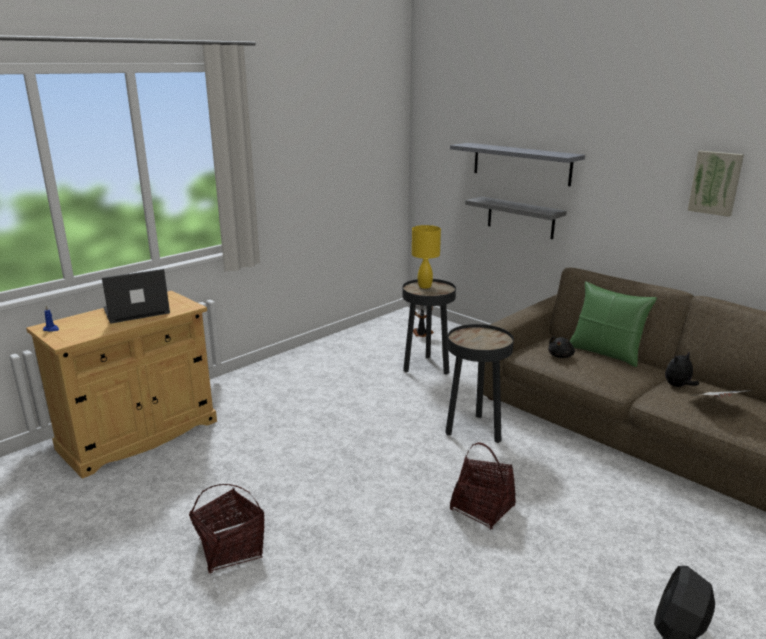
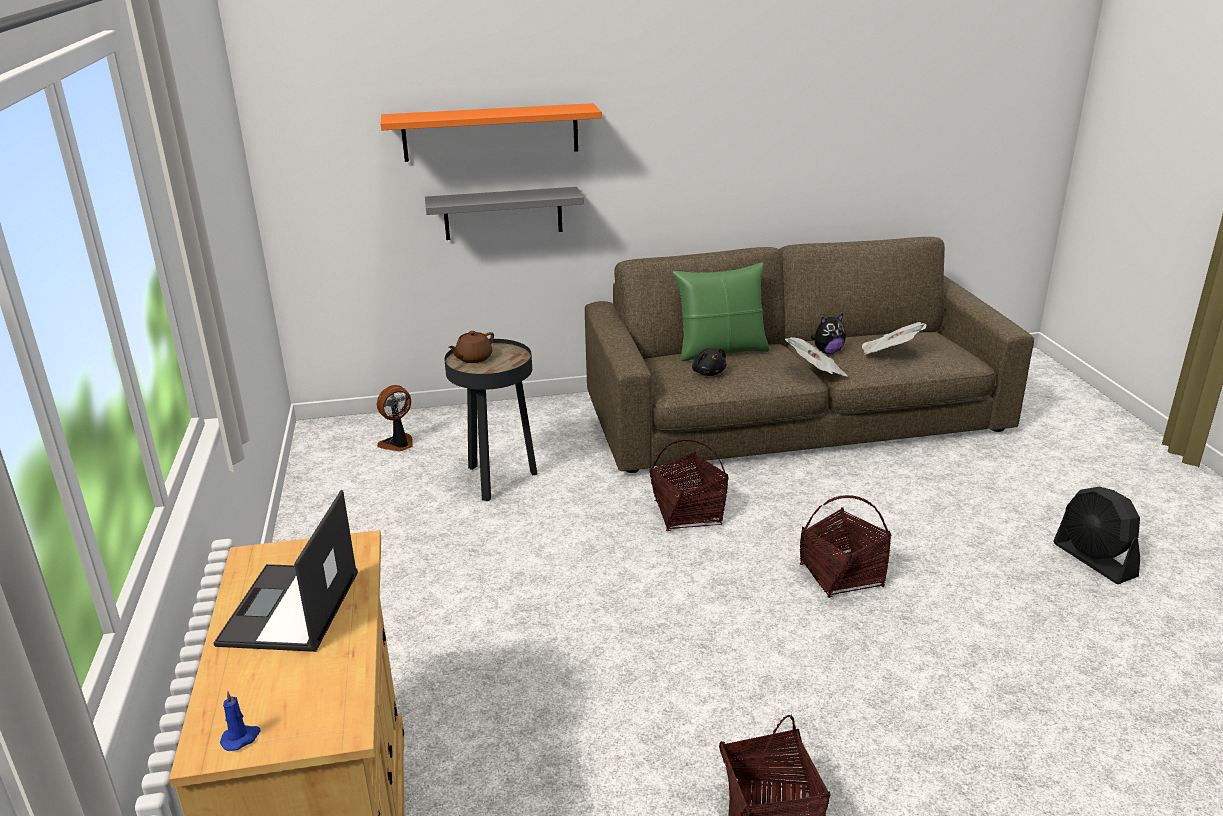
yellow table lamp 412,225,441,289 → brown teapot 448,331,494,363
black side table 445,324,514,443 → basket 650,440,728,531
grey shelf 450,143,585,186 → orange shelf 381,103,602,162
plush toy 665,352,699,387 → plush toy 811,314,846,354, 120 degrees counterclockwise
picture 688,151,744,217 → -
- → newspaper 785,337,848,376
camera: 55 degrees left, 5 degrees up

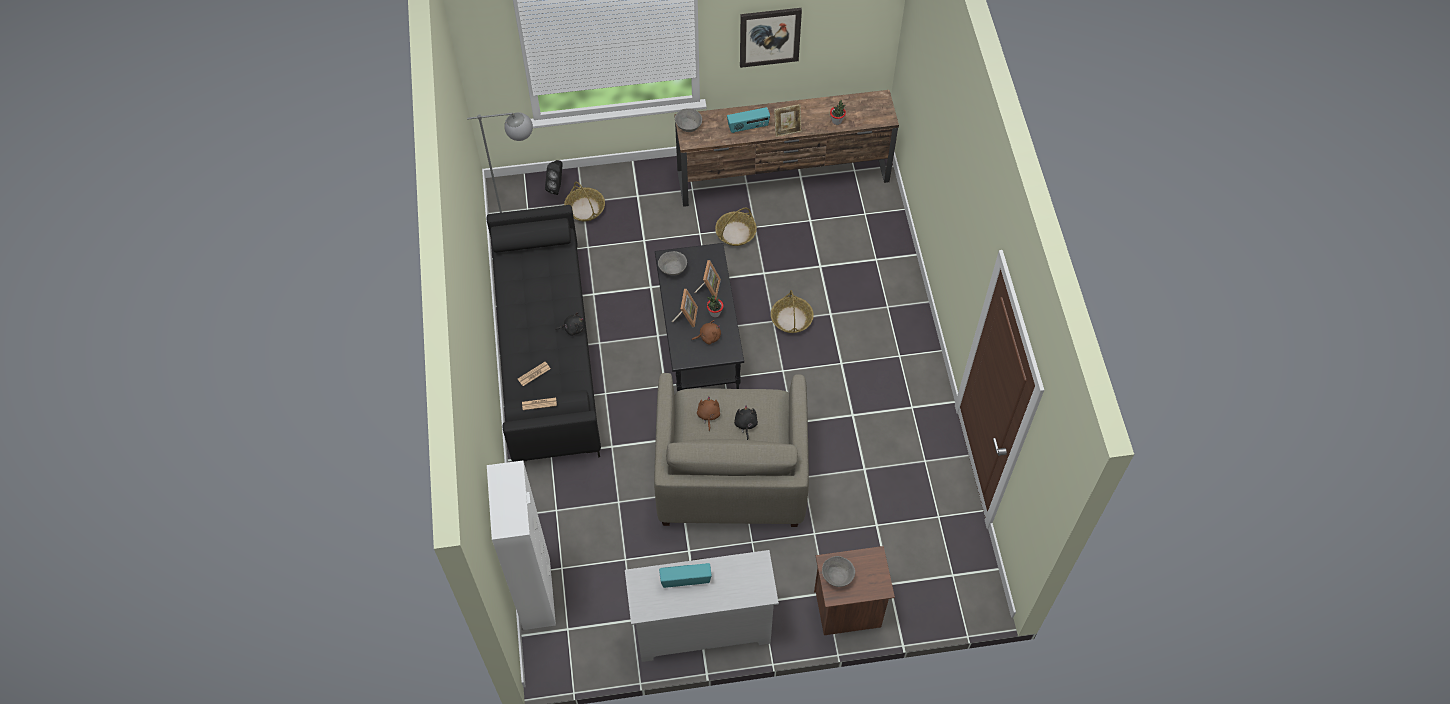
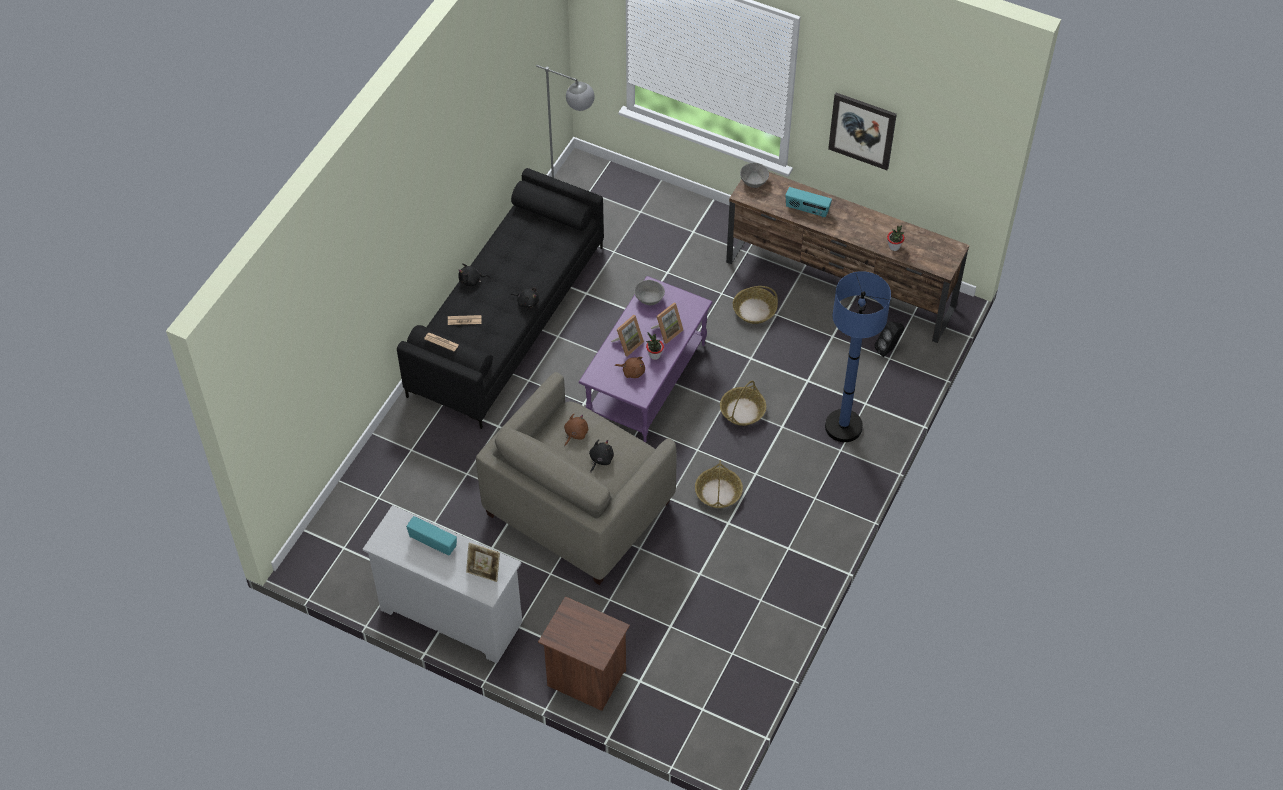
white cabinet 487,461,556,630 → -
black speaker 545,160,563,195 → black speaker 874,322,904,357, move
basket 564,182,605,222 → basket 695,460,743,508, move
black coffee table 655,243,744,391 → purple coffee table 579,276,713,442
picture frame 774,104,801,137 → picture frame 466,543,500,582, move
grey bowl 822,556,855,587 → -
- → black plush toy 458,263,489,286
- → blue floor lamp 825,271,891,442
camera: 35 degrees right, 5 degrees down

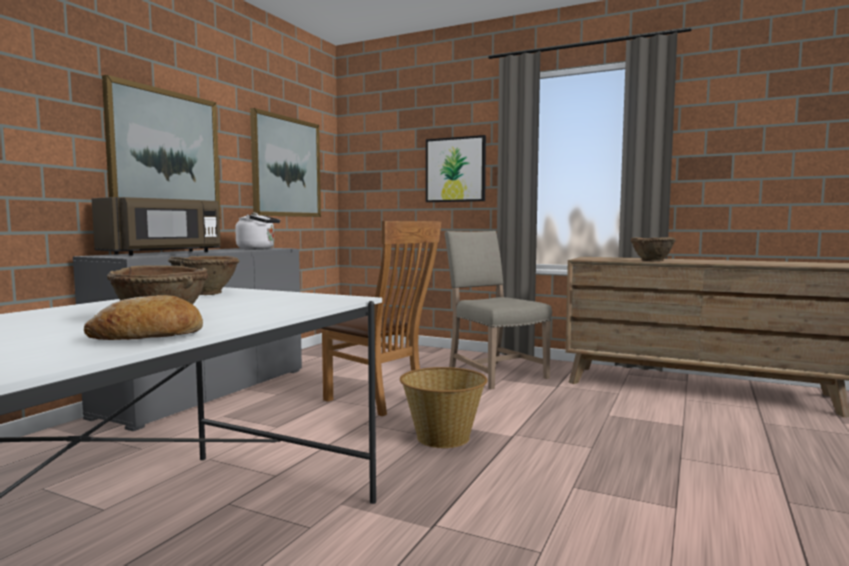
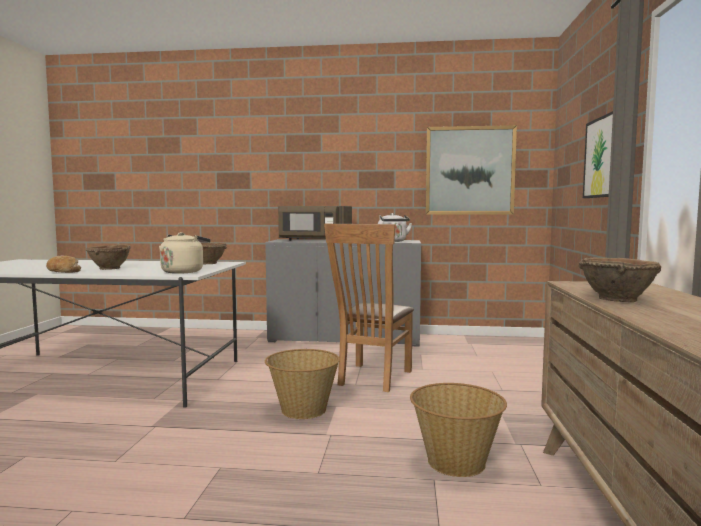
picture 102,75,221,219 → -
beige chair 444,231,552,390 → -
- → beige kettle 159,232,211,274
- → basket 410,383,507,477
camera: 70 degrees right, 0 degrees up

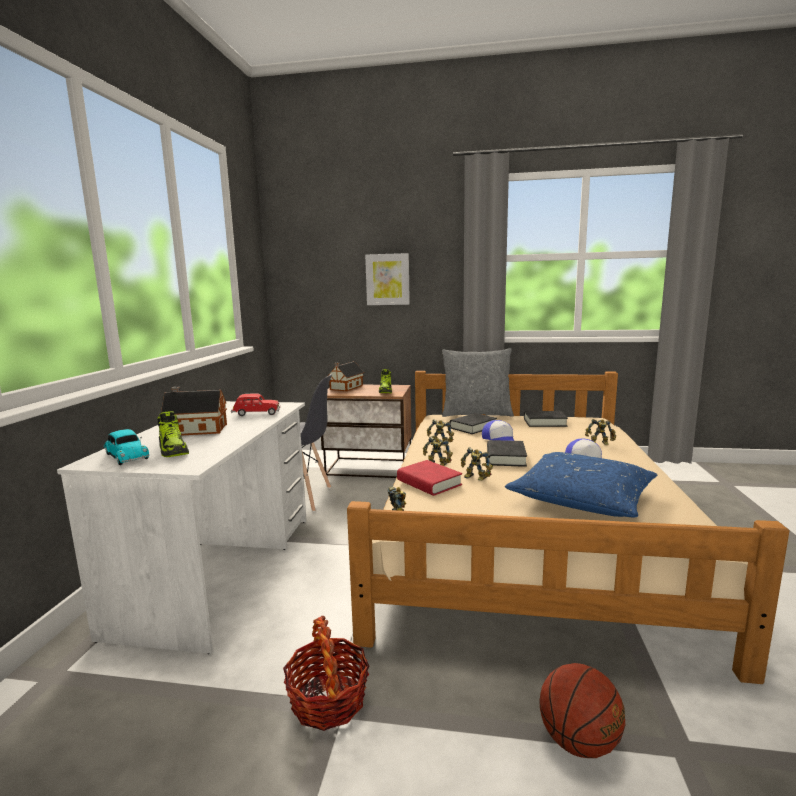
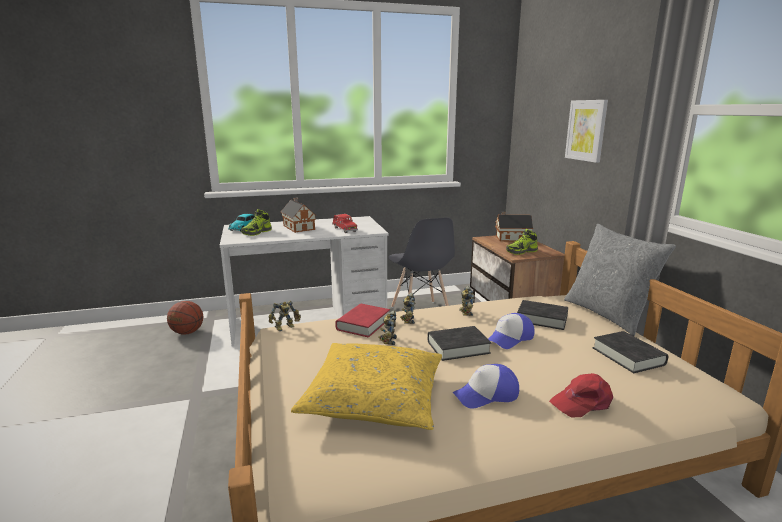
basket 283,616,370,731 → -
blue pillow 505,452,657,518 → yellow pillow 291,343,442,430
basketball 539,663,625,758 → basketball 167,301,203,334, move
toy robot 585,419,616,445 → red cap 549,373,613,418
camera: 65 degrees right, 5 degrees up

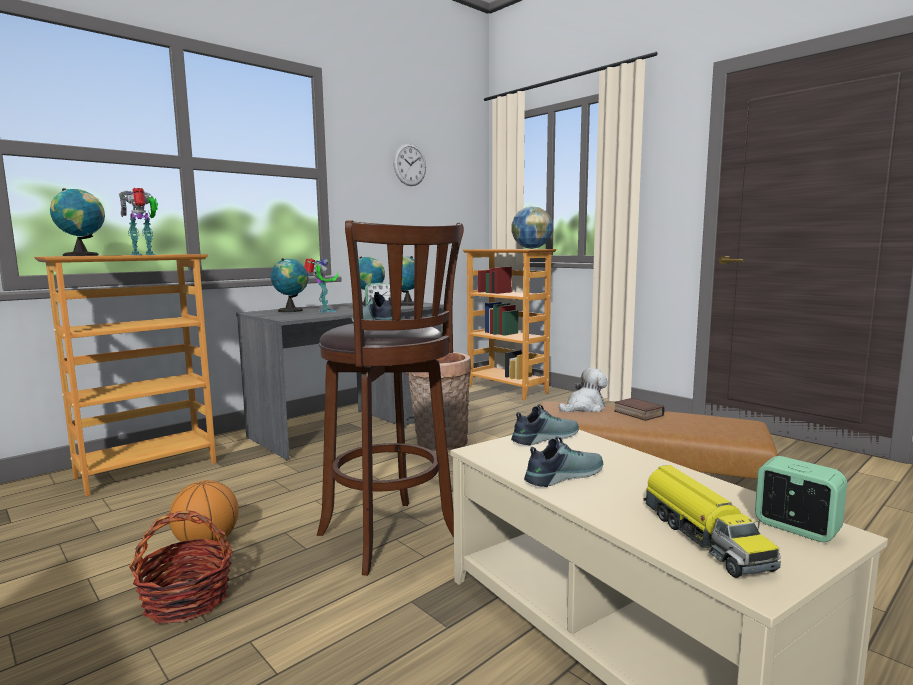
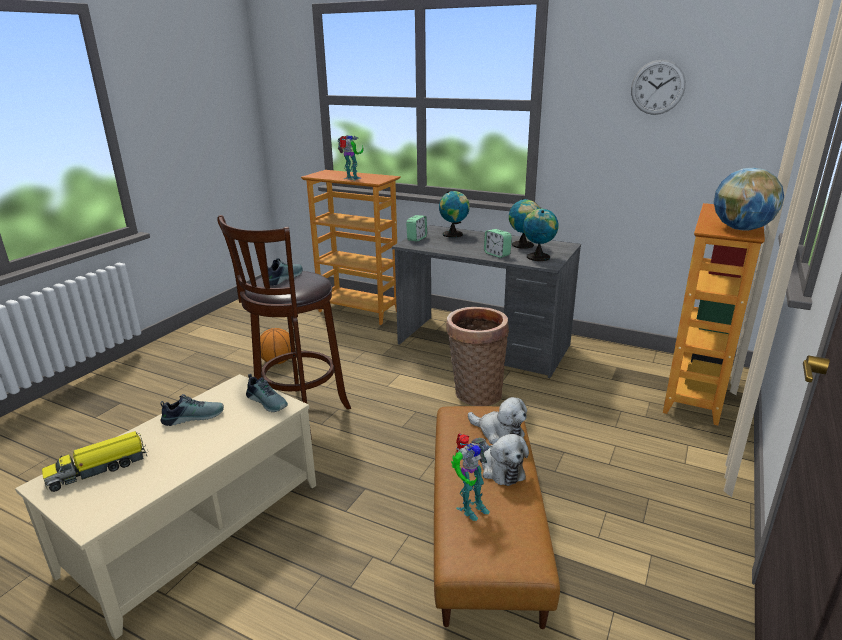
globe 50,188,105,256 → -
basket 129,511,233,623 → -
toy robot 304,258,338,313 → toy robot 451,433,491,521, move
shoe 524,436,603,487 → shoe 160,394,224,426, 60 degrees counterclockwise
book 614,398,665,421 → plush toy 479,434,529,486
alarm clock 755,456,847,542 → alarm clock 406,215,427,242, move
camera: 70 degrees right, 15 degrees up

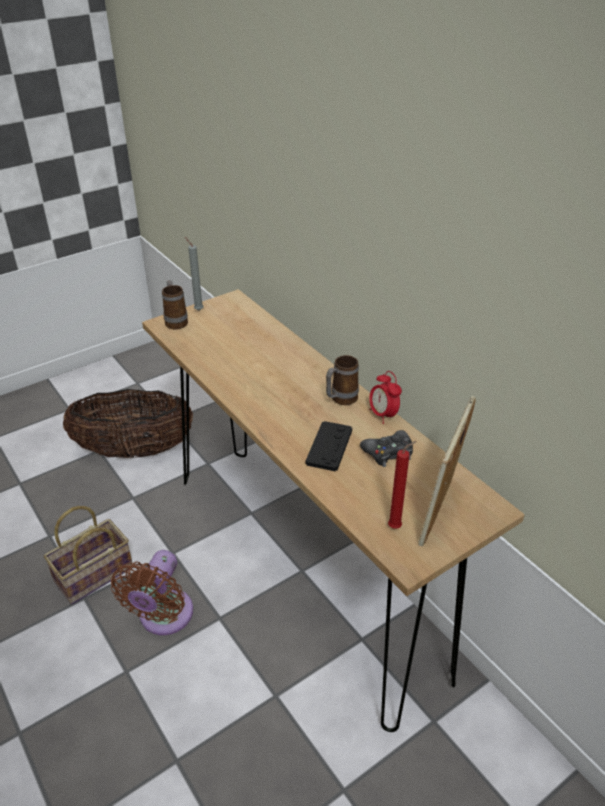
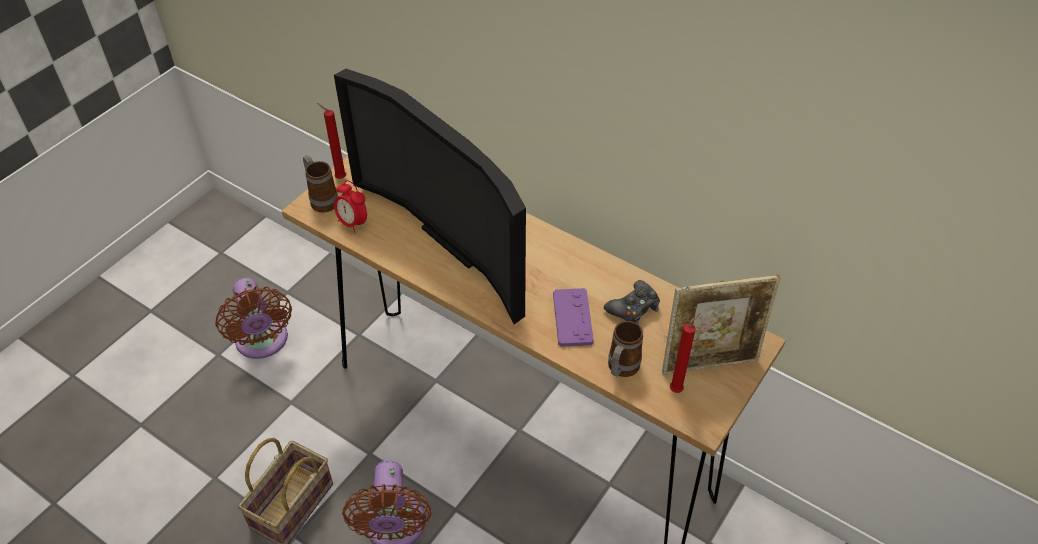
basket 63,389,193,458 → brown fan 215,278,292,359
grey candle 185,237,203,310 → red candle 317,103,346,179
black game controller 306,421,352,471 → purple game controller 553,288,594,347
mug 326,355,359,405 → mug 608,321,643,377, move
alarm clock 369,371,402,424 → alarm clock 334,180,367,233, move
picture frame 418,396,476,546 → picture frame 662,275,781,375, 105 degrees counterclockwise
- → television 334,69,526,324
camera: 20 degrees left, 10 degrees up

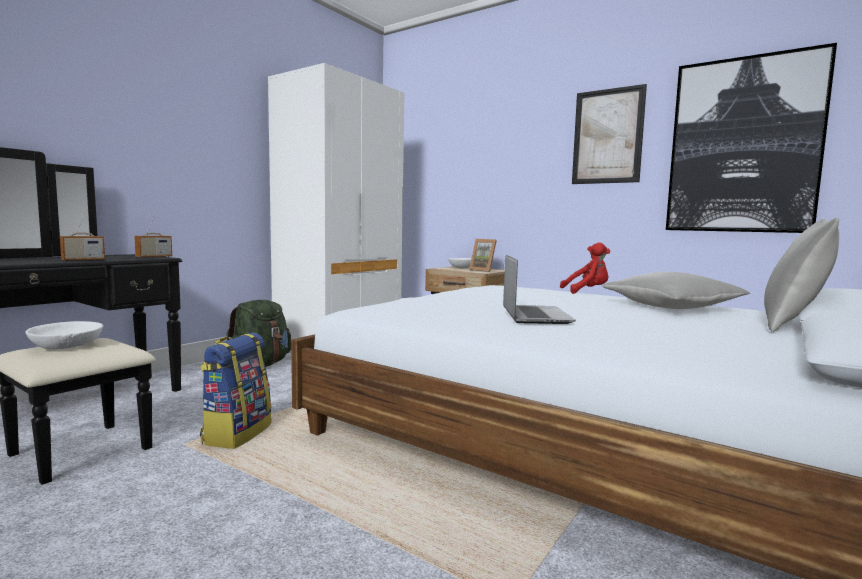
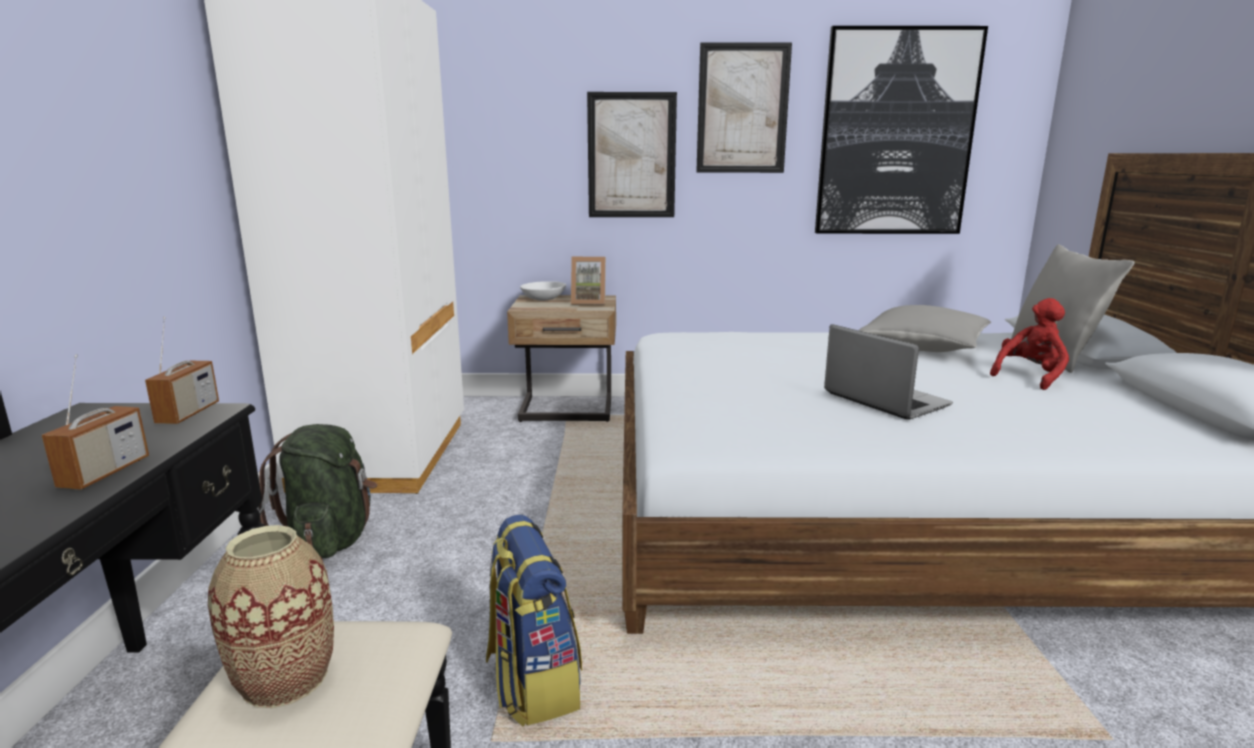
white bowl 25,321,103,350 → vase 208,525,334,708
red plush toy 560,242,610,294 → red plush toy 990,298,1069,390, move
- → picture 587,92,677,217
camera: 35 degrees left, 10 degrees up

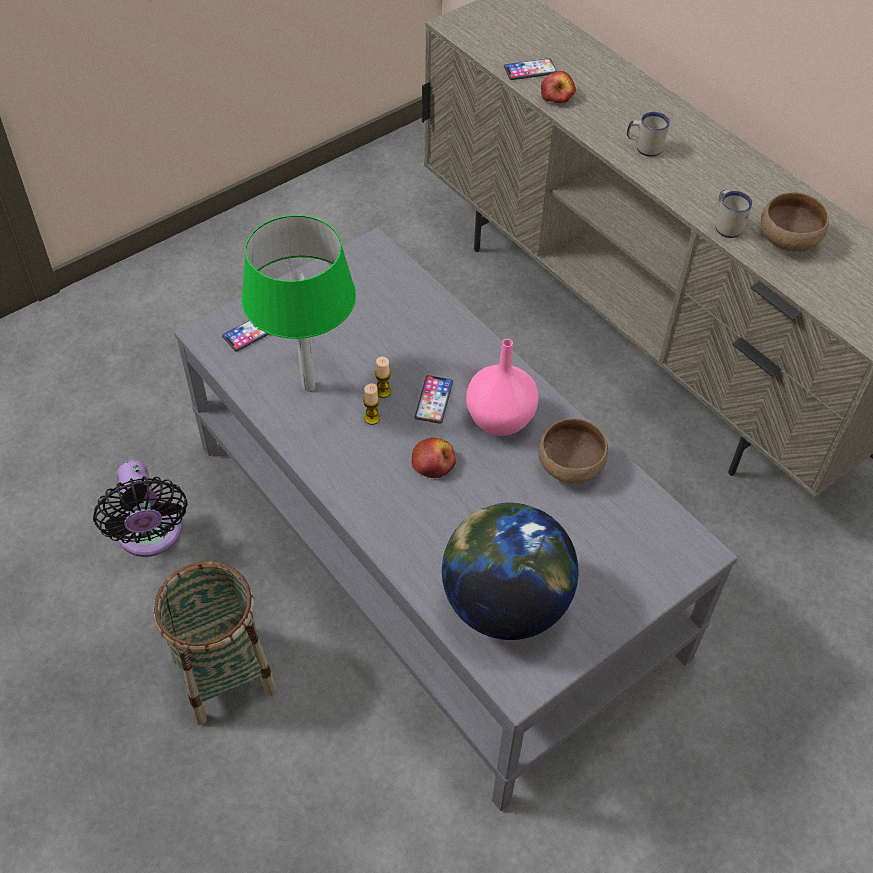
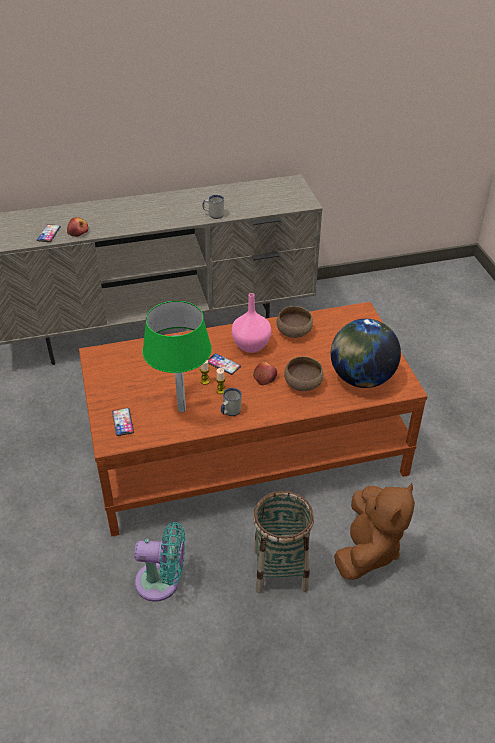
black fan 93,460,188,557 → turquoise fan 134,522,185,602
grey coffee table 174,227,738,811 → brown coffee table 79,302,428,536
white mug 627,112,670,157 → white mug 221,388,242,416, move
brown bowl 761,192,829,251 → brown bowl 284,356,324,391, move
- → brown plush toy 334,483,415,580
camera: 65 degrees left, 10 degrees down

